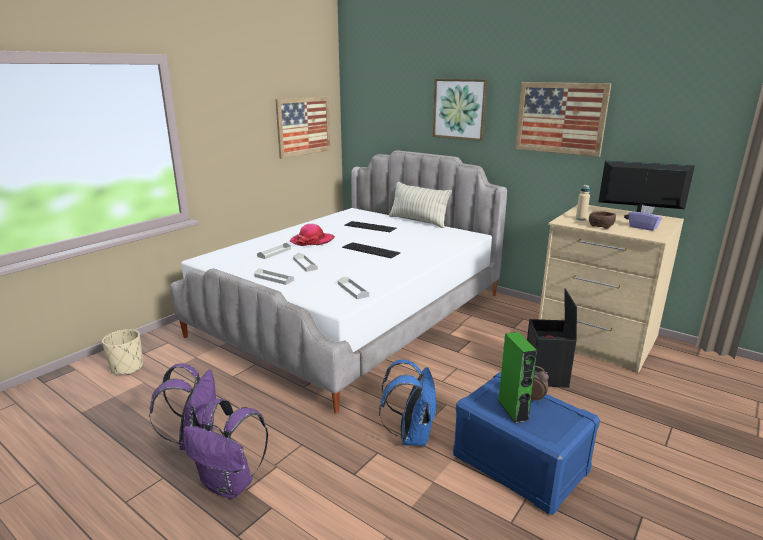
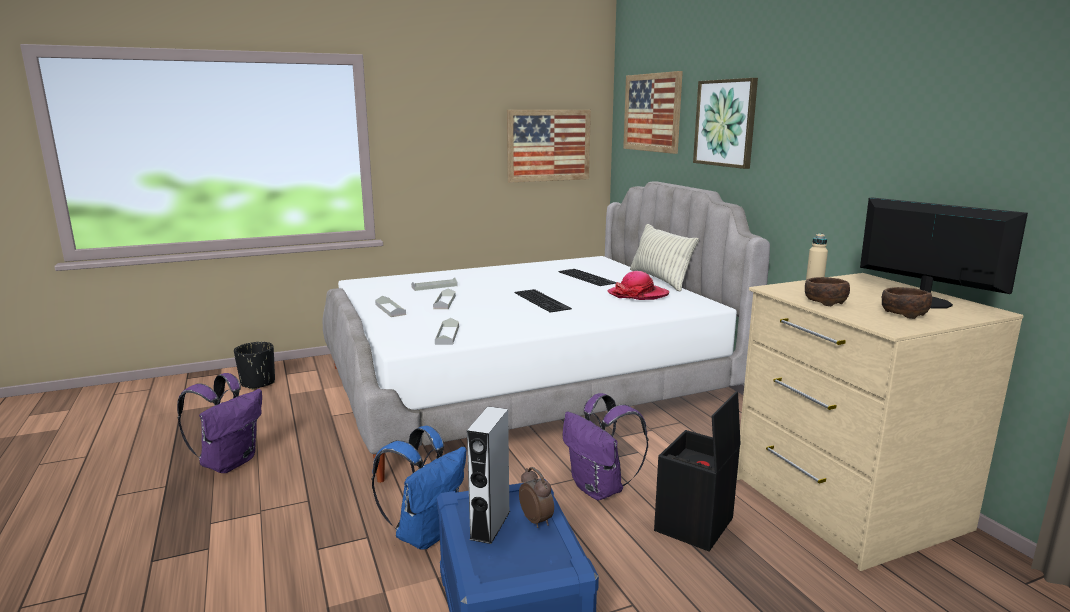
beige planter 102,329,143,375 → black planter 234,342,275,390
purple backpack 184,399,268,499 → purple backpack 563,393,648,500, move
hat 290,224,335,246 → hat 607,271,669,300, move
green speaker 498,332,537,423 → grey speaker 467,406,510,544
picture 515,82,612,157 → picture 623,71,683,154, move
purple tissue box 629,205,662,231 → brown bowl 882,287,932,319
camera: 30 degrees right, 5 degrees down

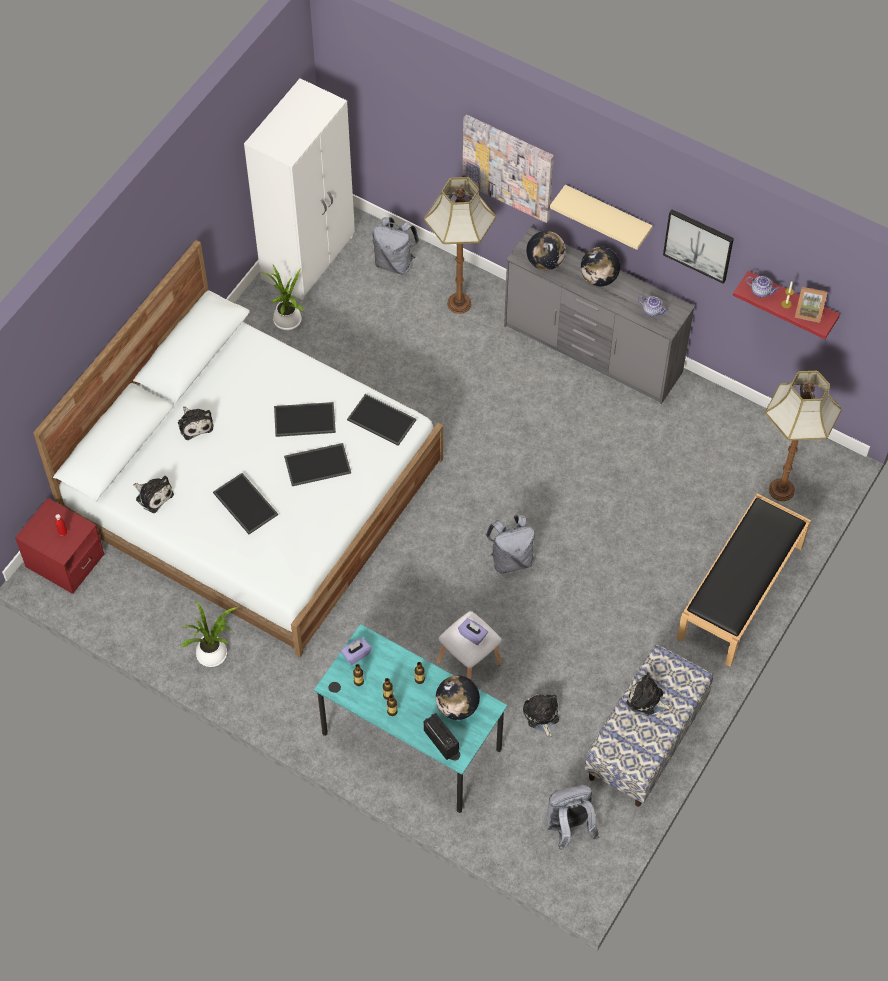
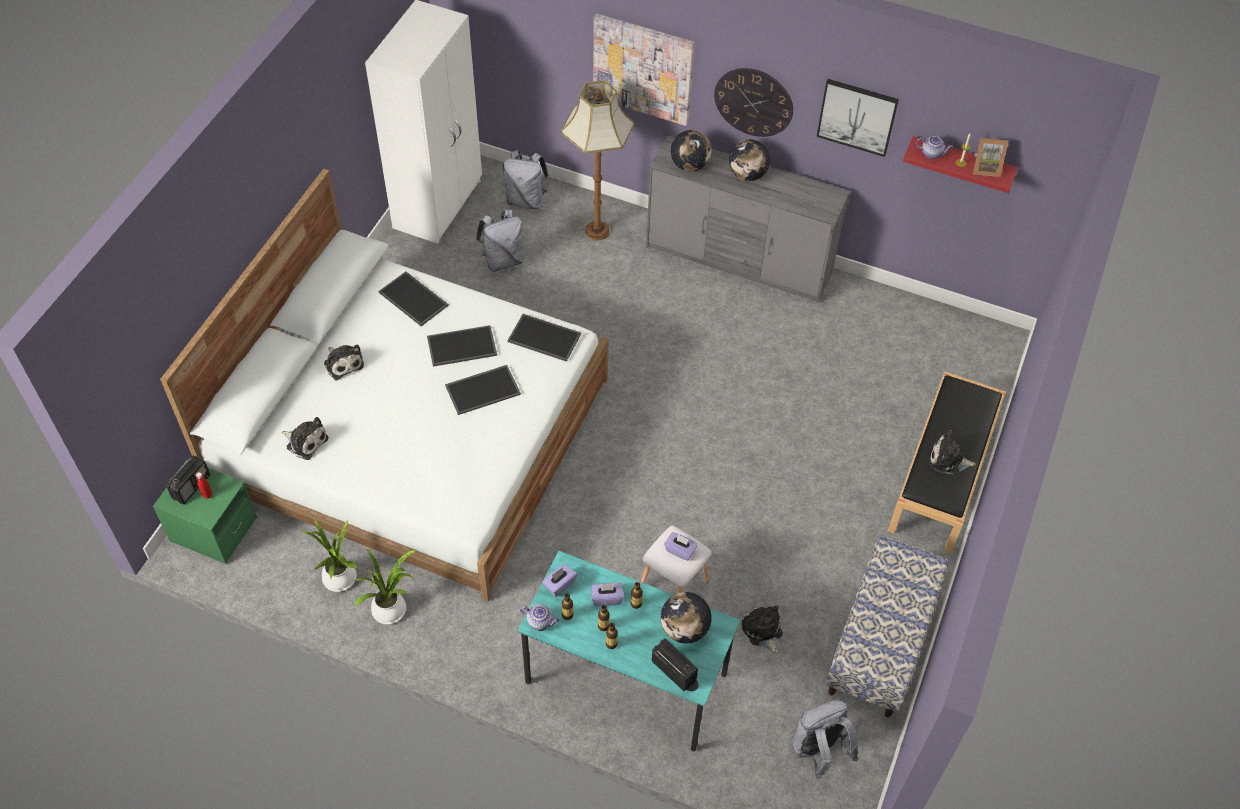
red nightstand 15,498,105,594 → green nightstand 153,460,257,564
tray 213,473,278,534 → tray 378,271,449,326, move
potted plant 262,265,304,330 → potted plant 300,518,357,592, move
grey backpack 485,515,535,574 → grey backpack 476,209,524,272, move
beige shelf 550,185,653,250 → wall clock 714,68,793,137
plush toy 627,672,673,716 → plush toy 929,429,976,475, move
teapot 638,296,669,317 → teapot 520,604,559,630, move
floor lamp 765,371,842,501 → -
- → radio 166,456,210,505
- → purple tissue box 591,583,624,606
camera: 10 degrees left, 5 degrees down

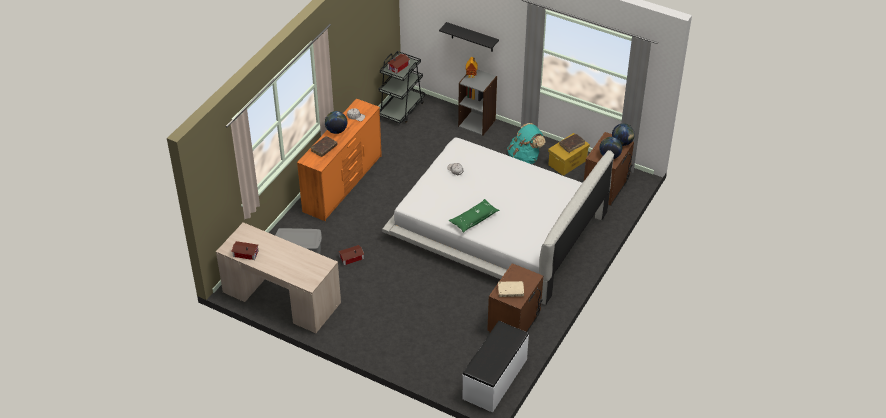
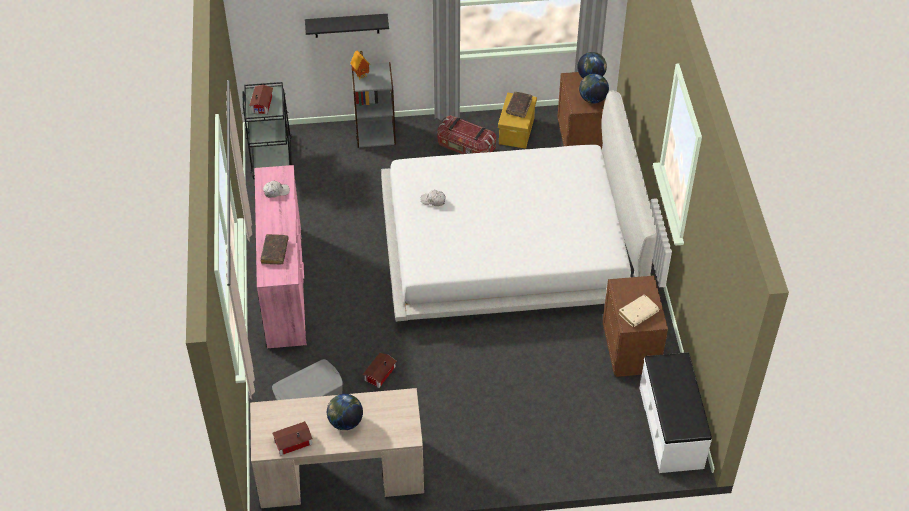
orange dresser 297,98,382,221 → pink dresser 255,165,307,349
globe 325,111,347,134 → globe 327,394,363,430, move
green pillow 448,199,499,233 → -
turquoise backpack 507,123,545,164 → storage box 438,115,496,154
camera: 35 degrees left, 5 degrees up

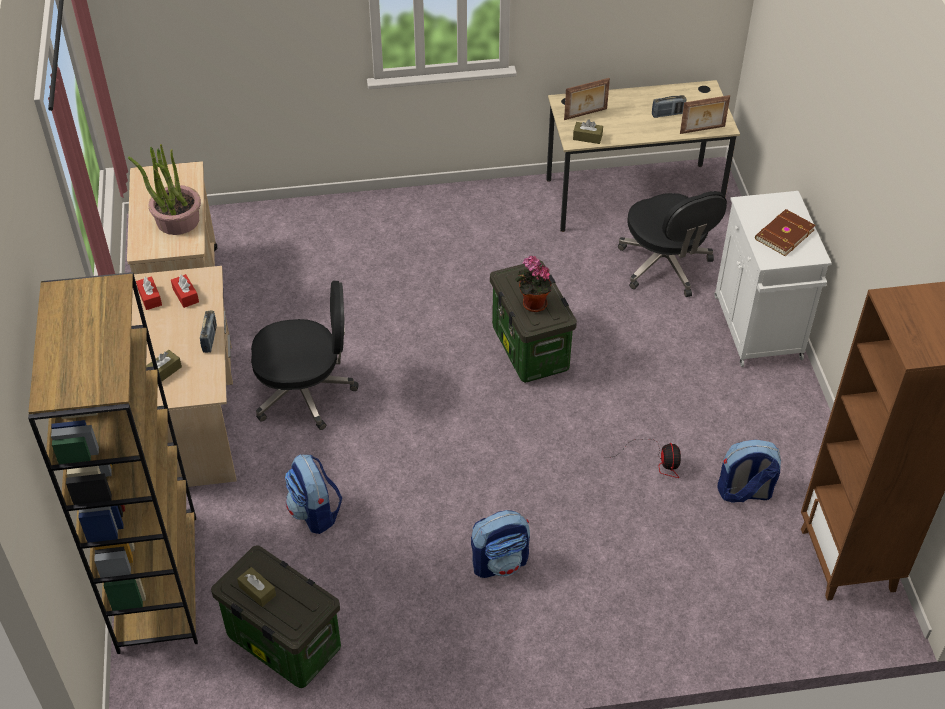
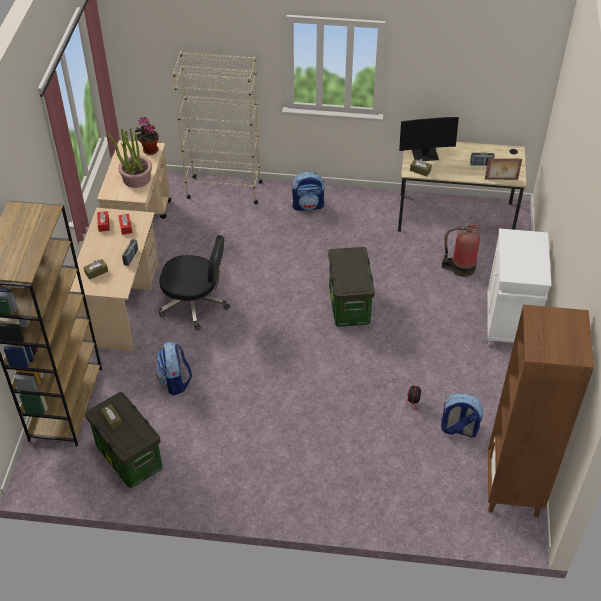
backpack 471,510,530,578 → backpack 292,171,325,211, move
potted plant 515,256,552,312 → potted plant 135,117,159,155, move
picture frame 564,78,610,120 → monitor 399,117,459,161
black office chair 618,191,727,297 → fire extinguisher 442,224,480,277
brown book 755,209,816,256 → -
- → beige bookcase 173,51,263,204
camera: 15 degrees right, 0 degrees up

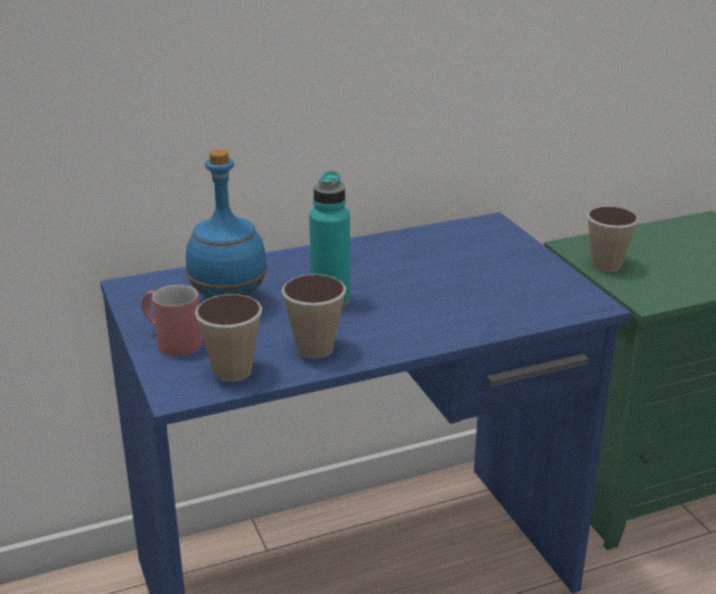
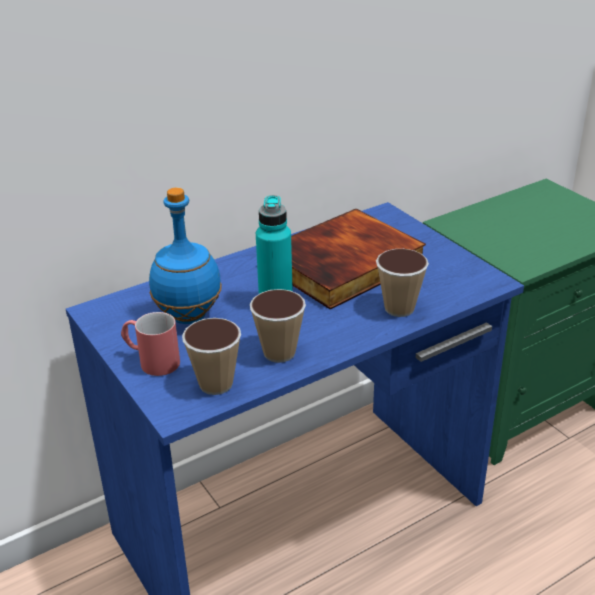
cup 587,206,639,272 → cup 376,249,429,317, move
- → book 291,209,426,310
camera: 10 degrees left, 5 degrees up

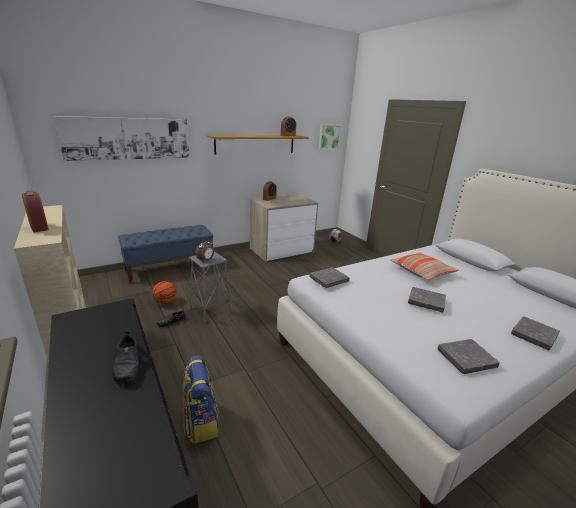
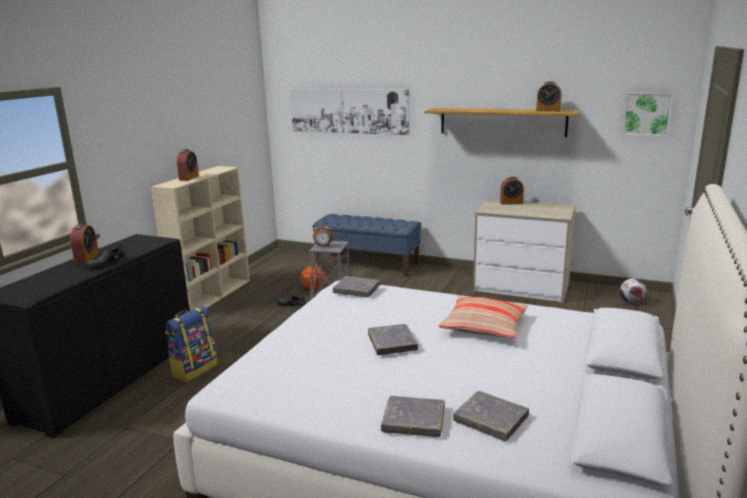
grey book 437,339,500,374 → grey book 453,391,529,441, move
- → alarm clock 70,223,99,264
camera: 55 degrees right, 5 degrees down

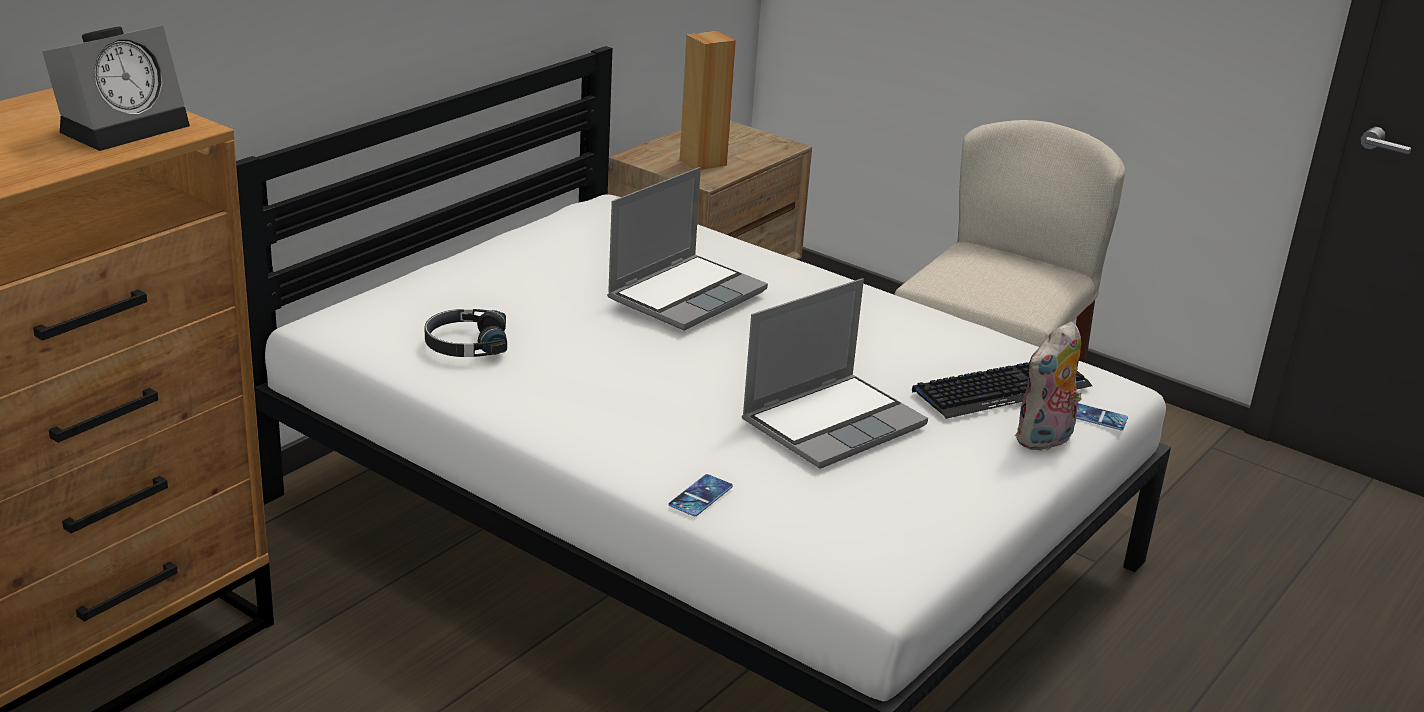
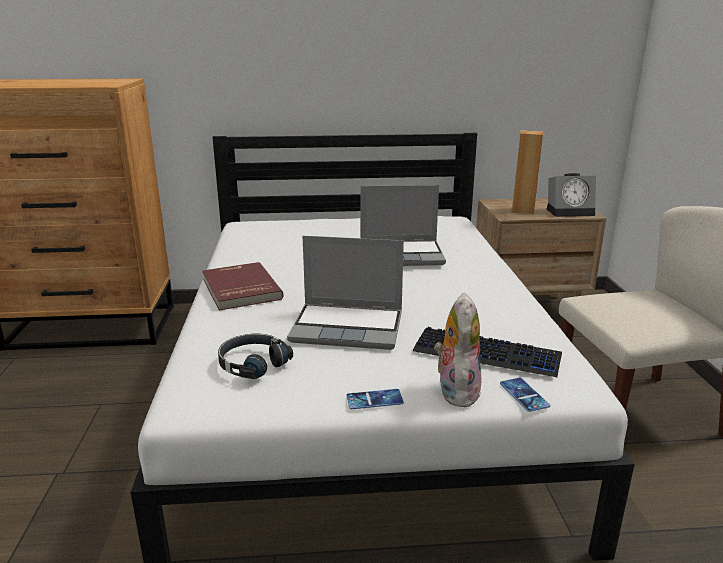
alarm clock 42,26,190,151 → alarm clock 547,173,596,217, move
black headphones 425,309,507,357 → black headphones 218,334,293,379, move
phone 669,474,733,516 → phone 347,389,404,409, move
plush toy 1015,321,1081,452 → plush toy 434,293,481,407, 90 degrees clockwise
- → red book 202,262,284,311
camera: 50 degrees right, 5 degrees down

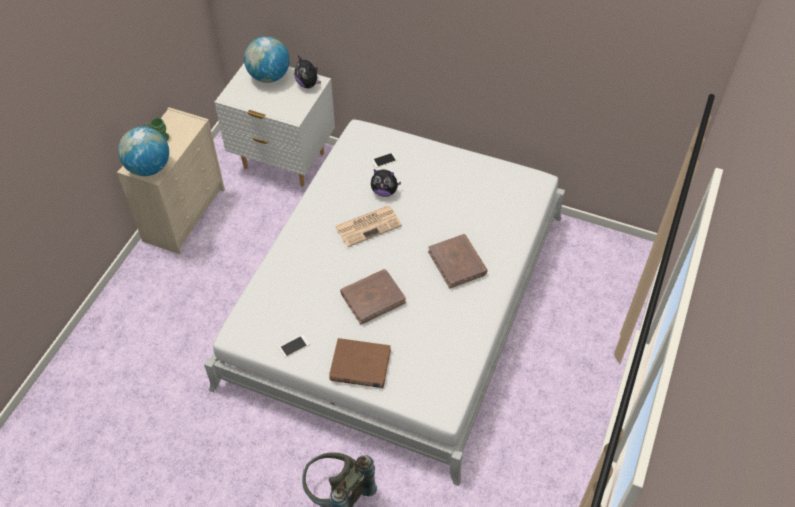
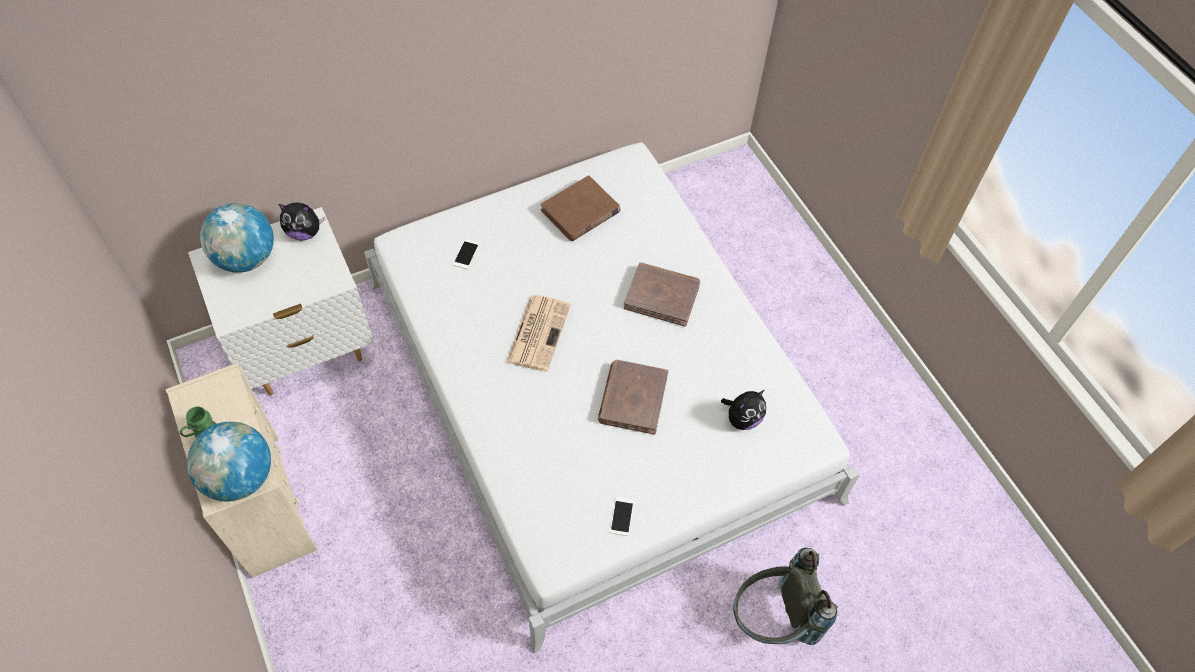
brown book 329,338,391,388 → brown book 541,175,621,241, move
plush toy 371,169,401,197 → plush toy 721,390,766,430, move
camera: 50 degrees left, 5 degrees up

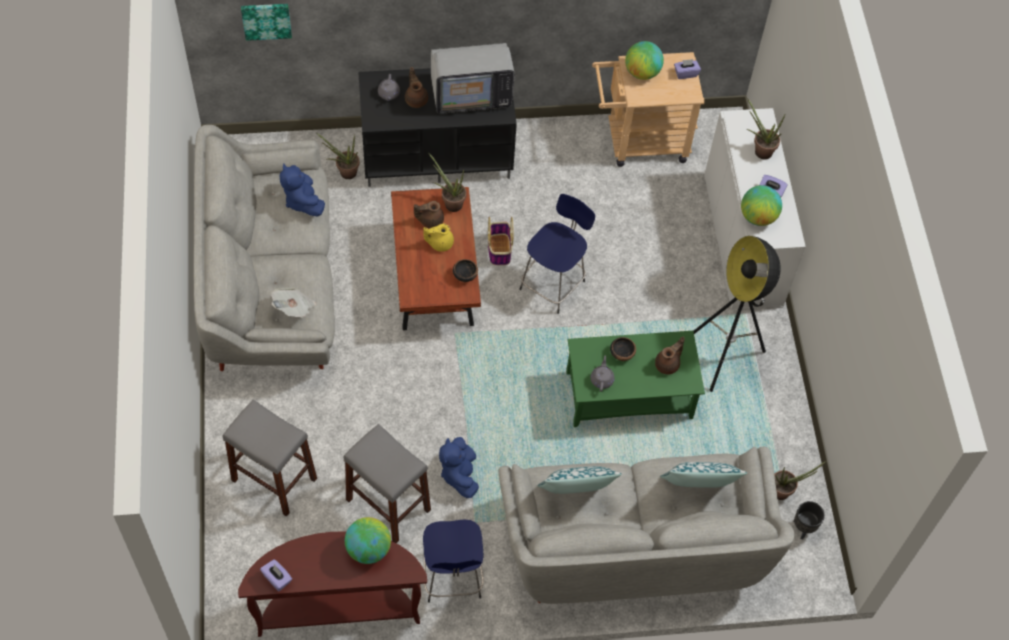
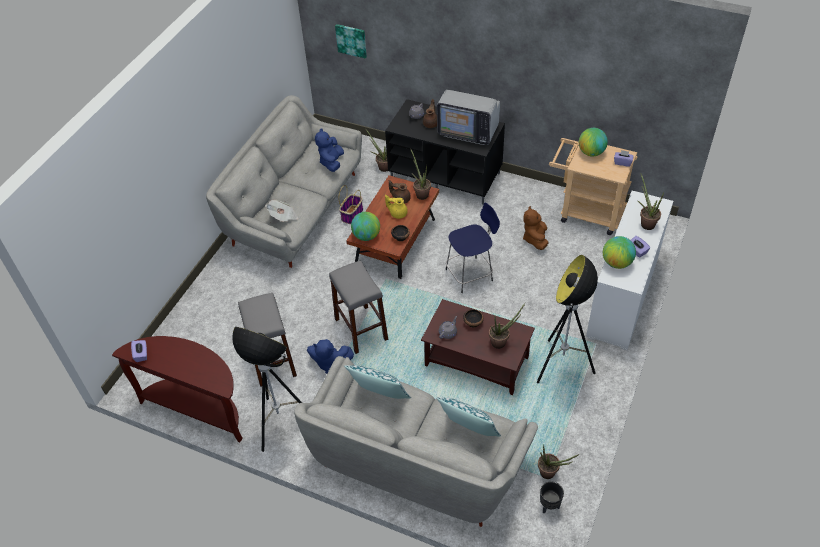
grey stool 223,399,317,517 → grey stool 329,260,388,354, move
globe 345,517,391,564 → globe 351,212,380,241, move
blue stool 423,519,484,603 → floor lamp 232,327,302,452
blue plush toy 439,437,479,498 → blue plush toy 307,339,354,374, 105 degrees counterclockwise
basket 488,217,514,265 → basket 338,185,363,224, move
green coffee table 566,331,705,427 → brown coffee table 421,299,535,395
brown teapot 655,337,685,375 → potted plant 489,303,525,349
- → brown plush toy 523,206,548,250
camera: 35 degrees right, 10 degrees down

